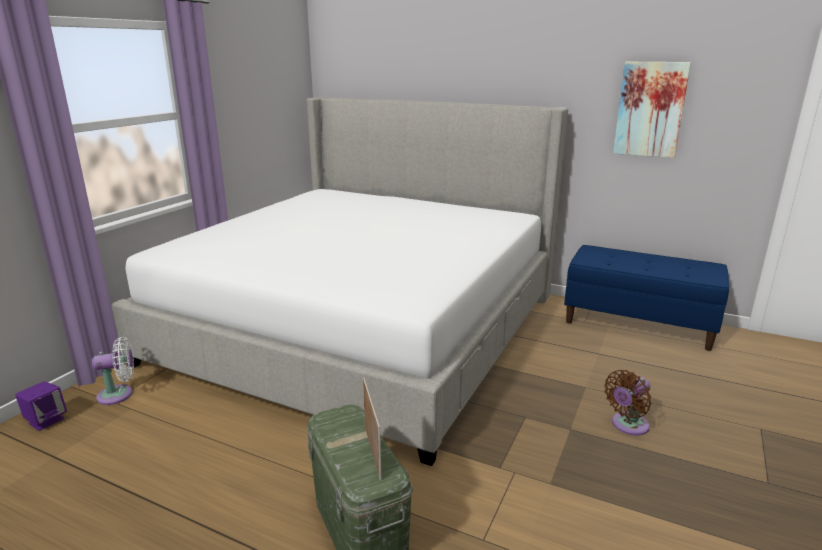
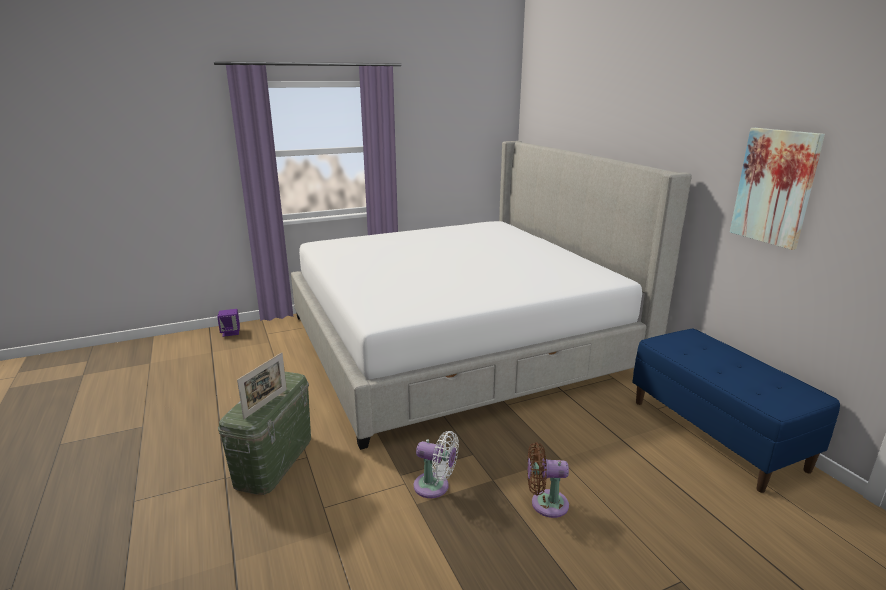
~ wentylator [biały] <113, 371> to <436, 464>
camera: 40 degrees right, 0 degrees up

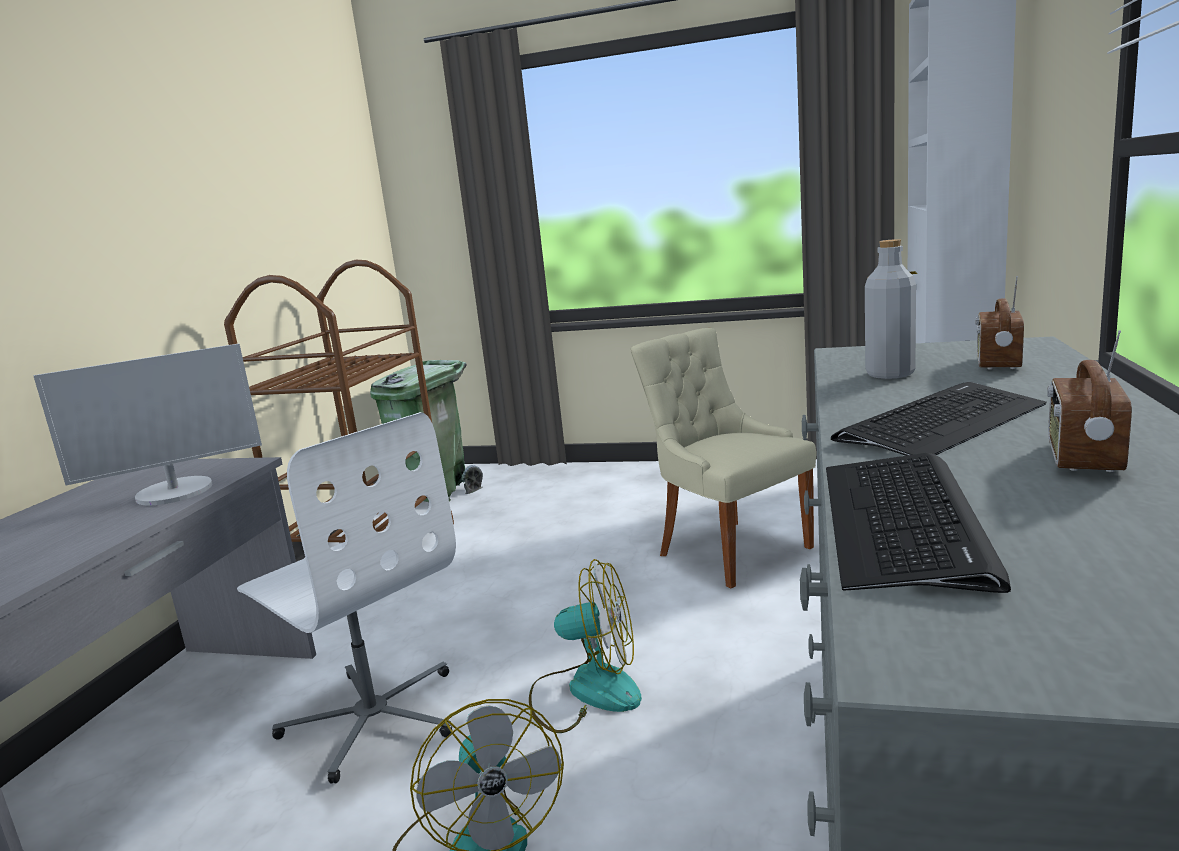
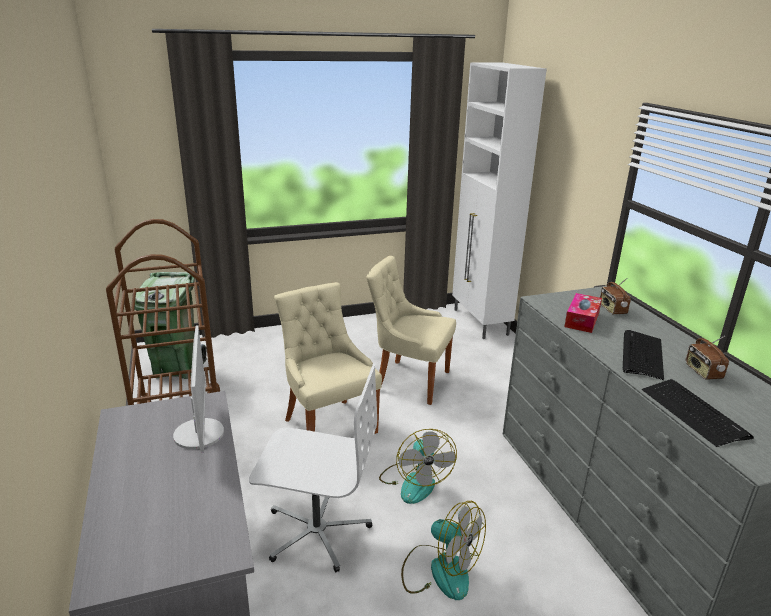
~ monitor <148, 424> = <198, 389> 45 degrees counterclockwise
~ wentylator <585, 646> = <418, 466> 105 degrees clockwise
~ butelka [szary] <890, 309> to pudełko chusteczek <583, 313>
+ krzesło [beżowy] <328, 358>
camera: 35 degrees left, 10 degrees up

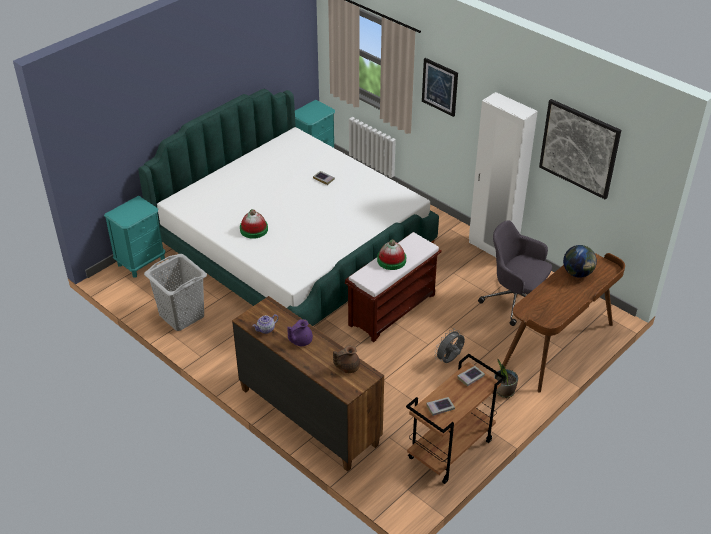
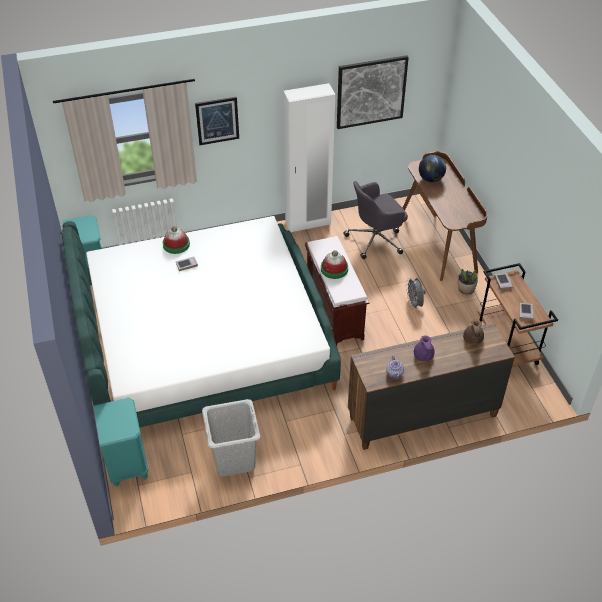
~ kapelusz <254, 224> to <176, 240>
camera: 60 degrees left, 5 degrees up

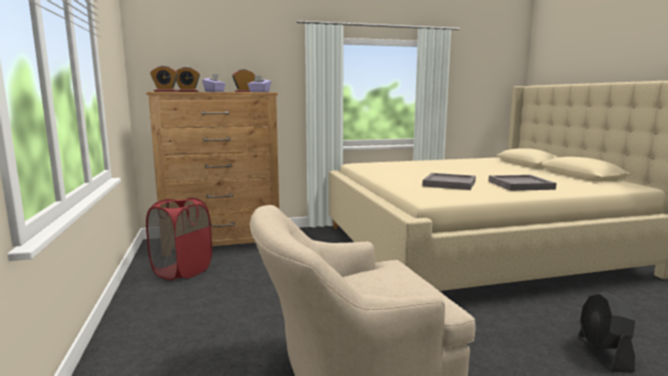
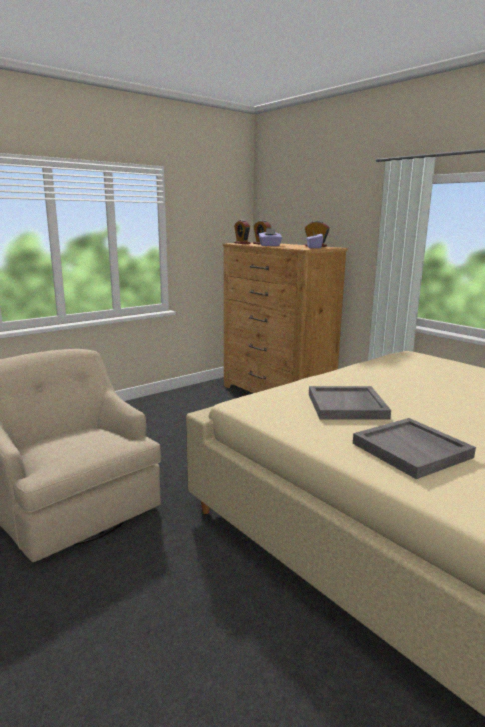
- kosz na pranie [czerwony] <179, 239>
- wentylator [czarny] <606, 332>
camera: 65 degrees right, 5 degrees up

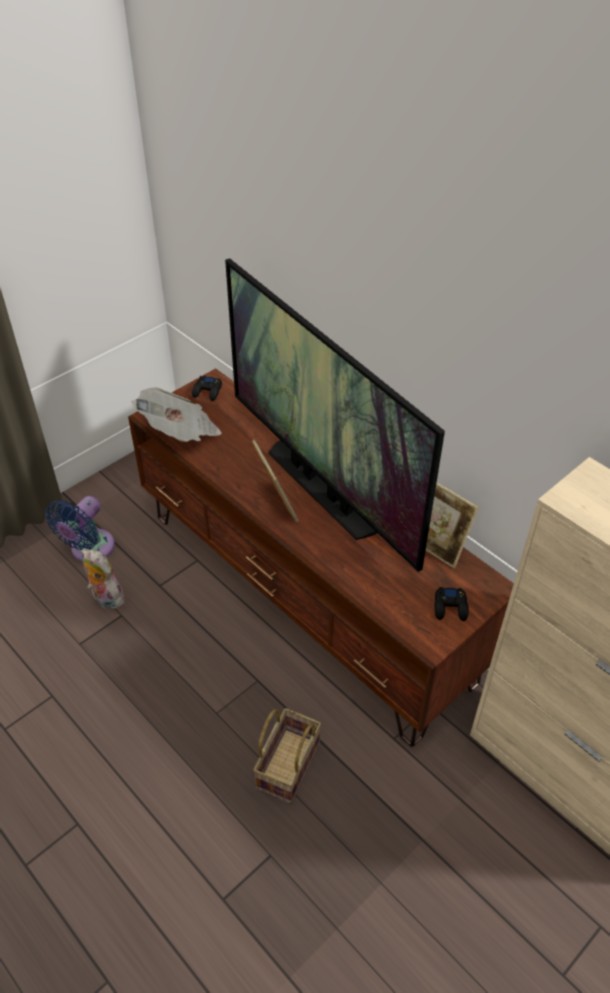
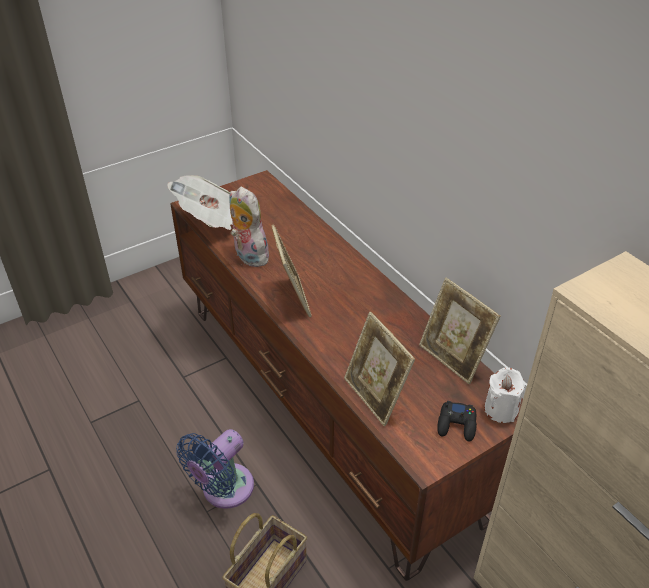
~ wentylator [niebieski] <80, 529> to <215, 469>
~ pluszak <103, 579> to <250, 227>
- pad do gier [czarny] <207, 388>
- telewizor <335, 415>
+ ramka na zdjęcie <379, 369>
+ świeca [biały] <504, 395>
camera: 10 degrees right, 5 degrees down

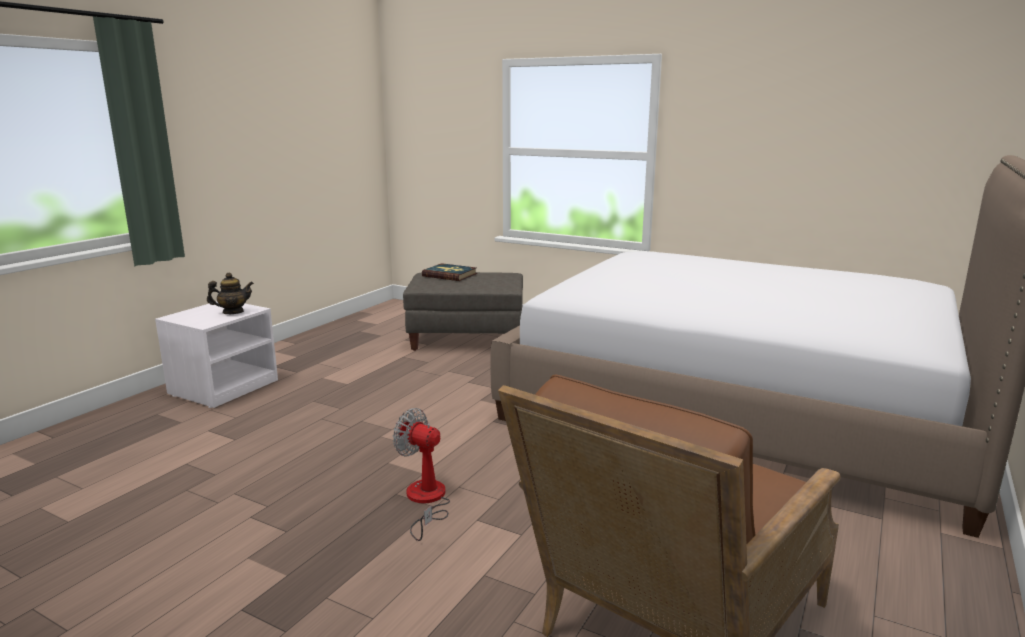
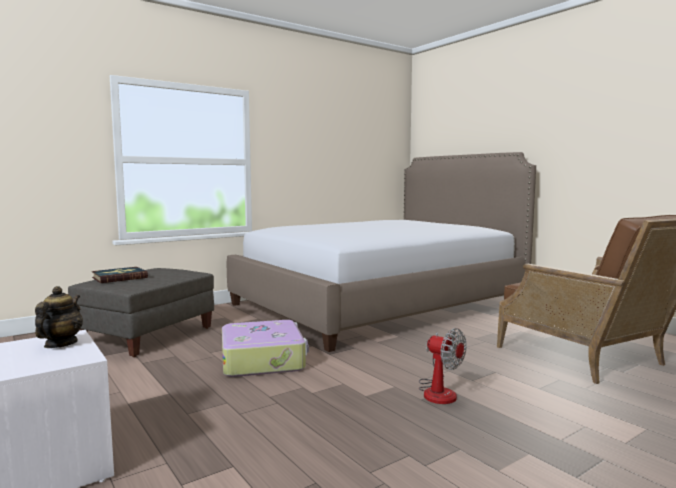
~ wentylator <421, 474> = <443, 366> 105 degrees counterclockwise
+ walizka <265, 348>
camera: 65 degrees left, 10 degrees down

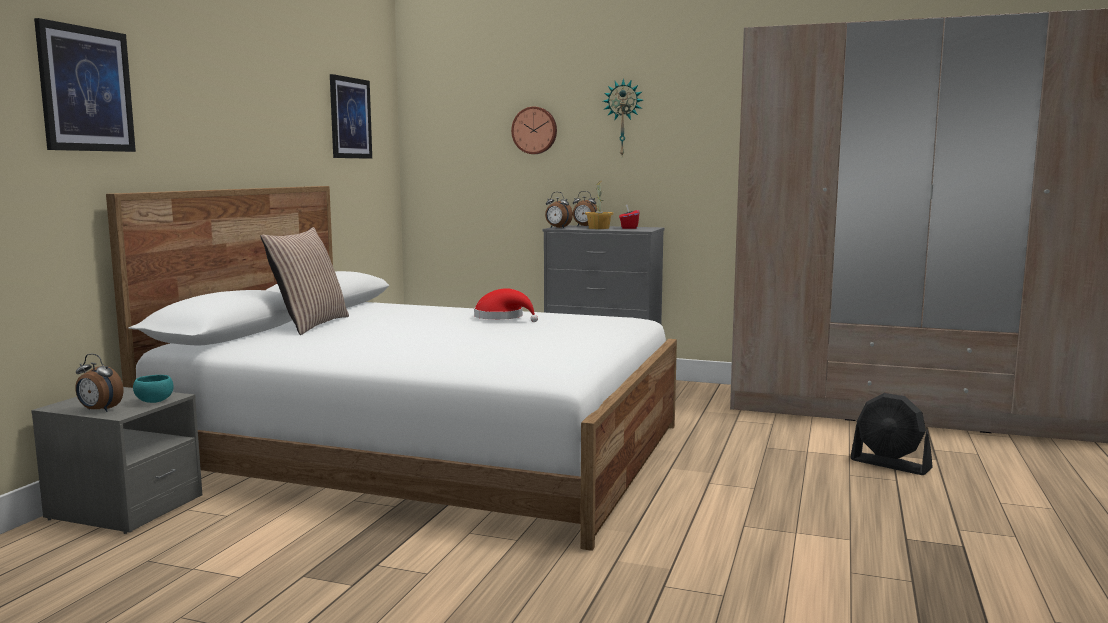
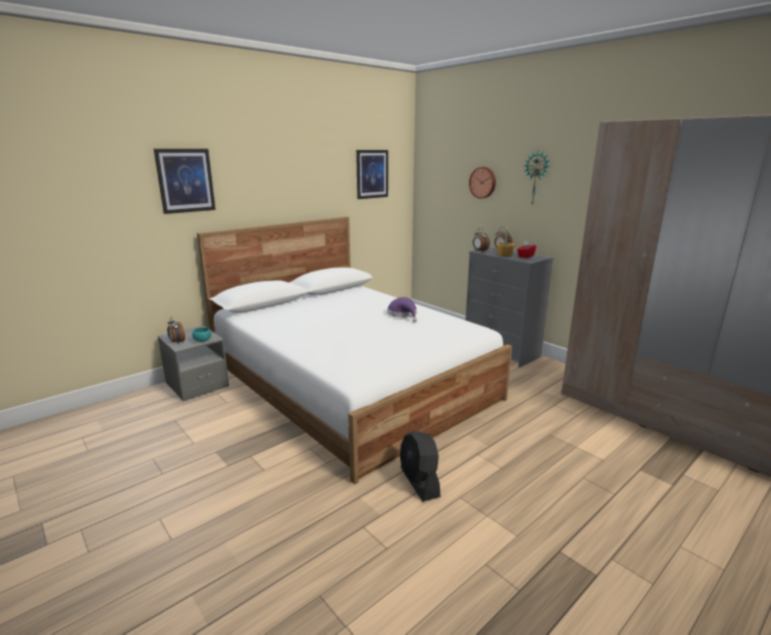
- poduszka <305, 281>
~ kapelusz [czerwony] <506, 305> to kapelusz [fioletowy] <402, 309>
~ wentylator [czarny] <891, 434> to <420, 466>
camera: 30 degrees right, 10 degrees up

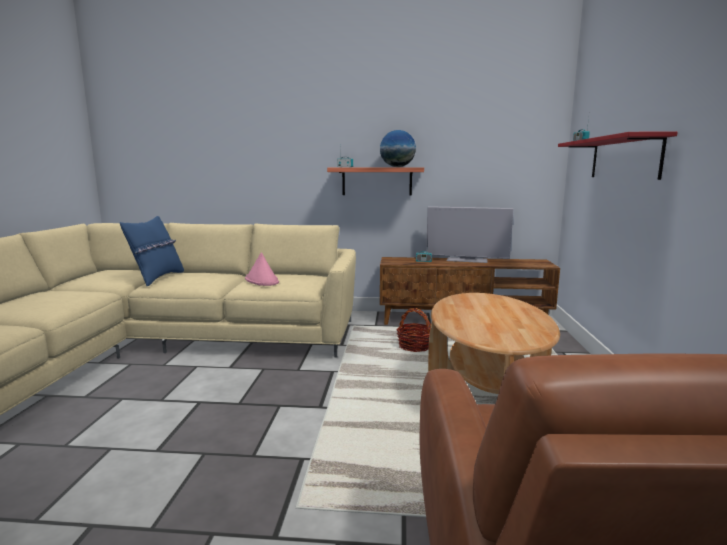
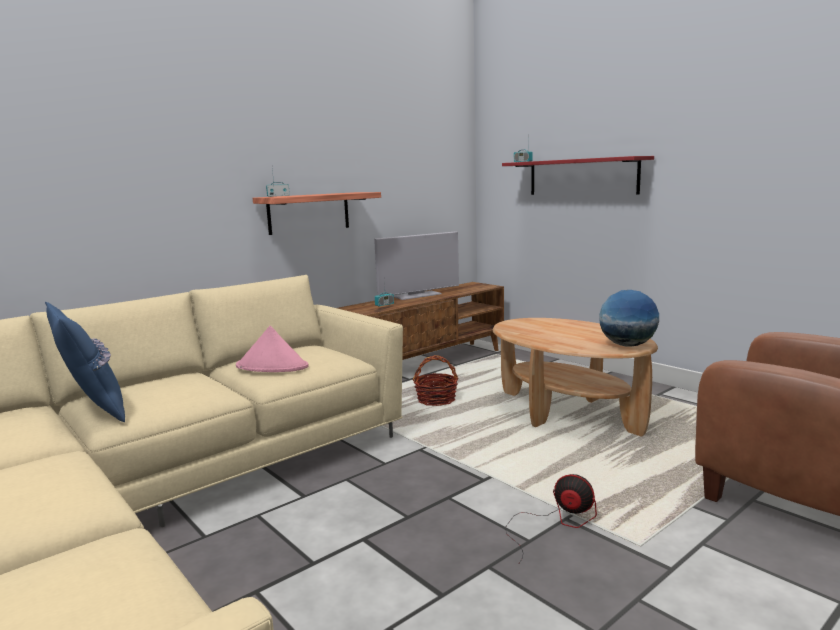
~ globus <398, 148> to <629, 318>
+ wentylator <551, 518>
camera: 45 degrees left, 0 degrees up

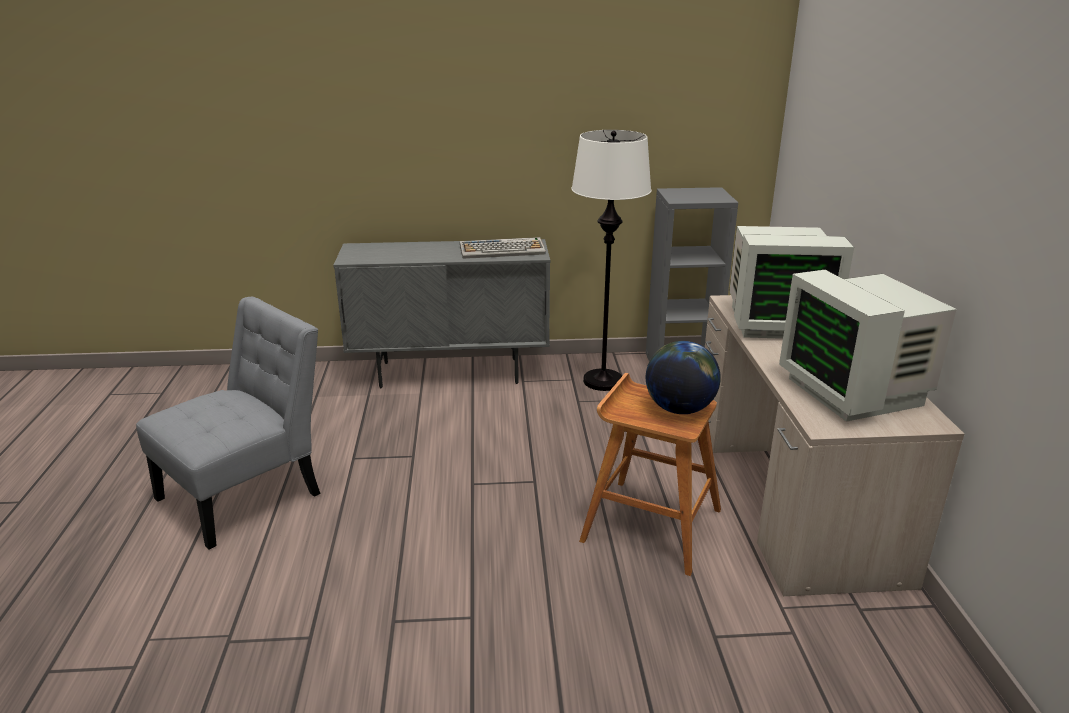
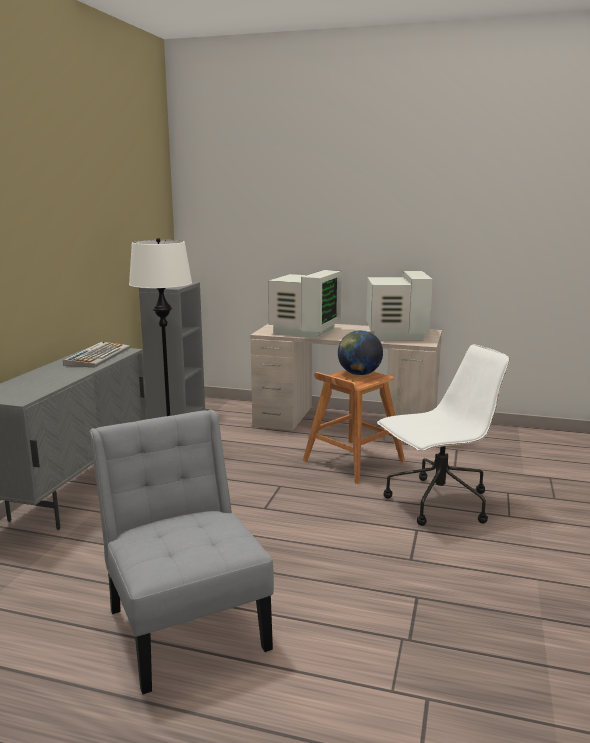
~ monitor <868, 346> = <399, 305> 90 degrees counterclockwise
+ krzesło biurowe [biały] <443, 435>
camera: 70 degrees left, 10 degrees down

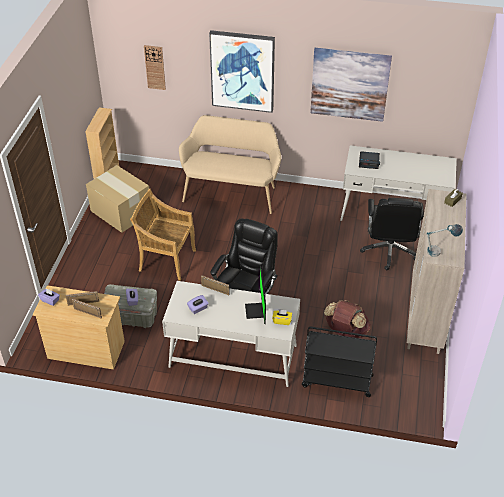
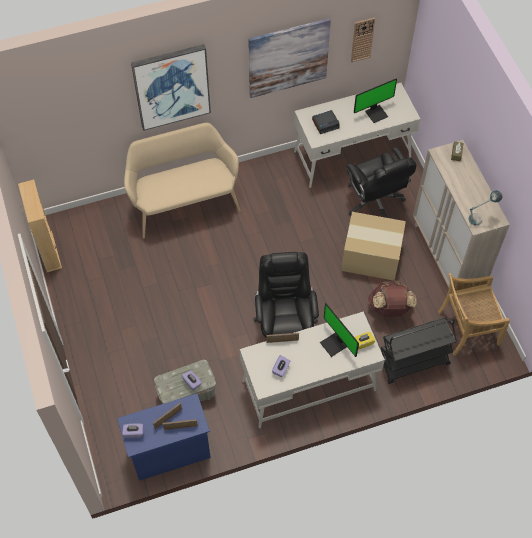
~ komoda [beżowy] <79, 327> to komoda [niebieski] <164, 437>
~ karton <117, 199> to <373, 246>
~ krzesło [beżowy] <163, 235> to <474, 314>
~ zegar ścienny <155, 67> to <363, 39>
+ monitor <375, 101>
camera: 30 degrees left, 15 degrees up

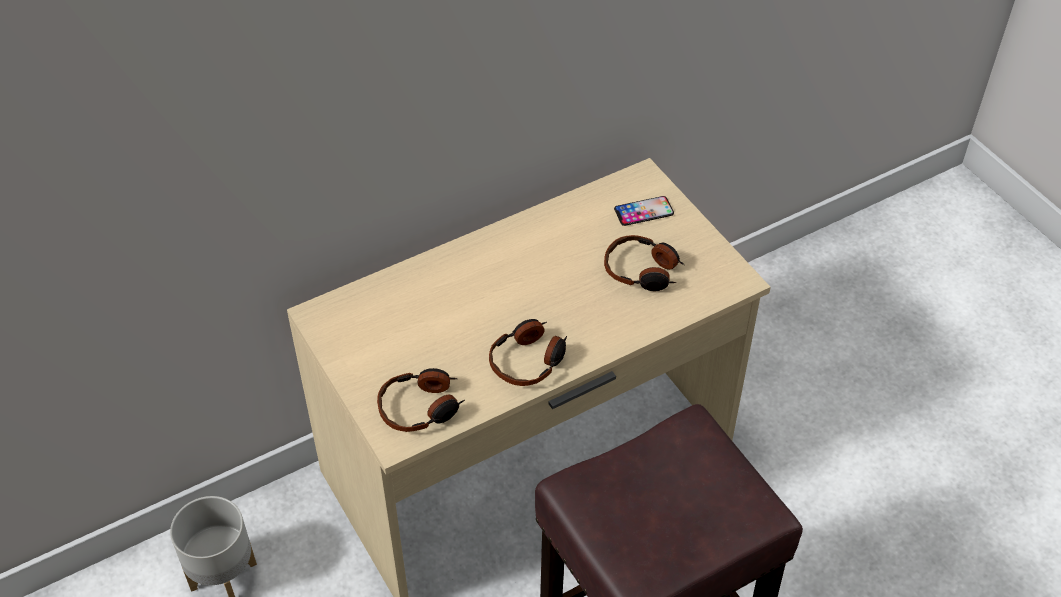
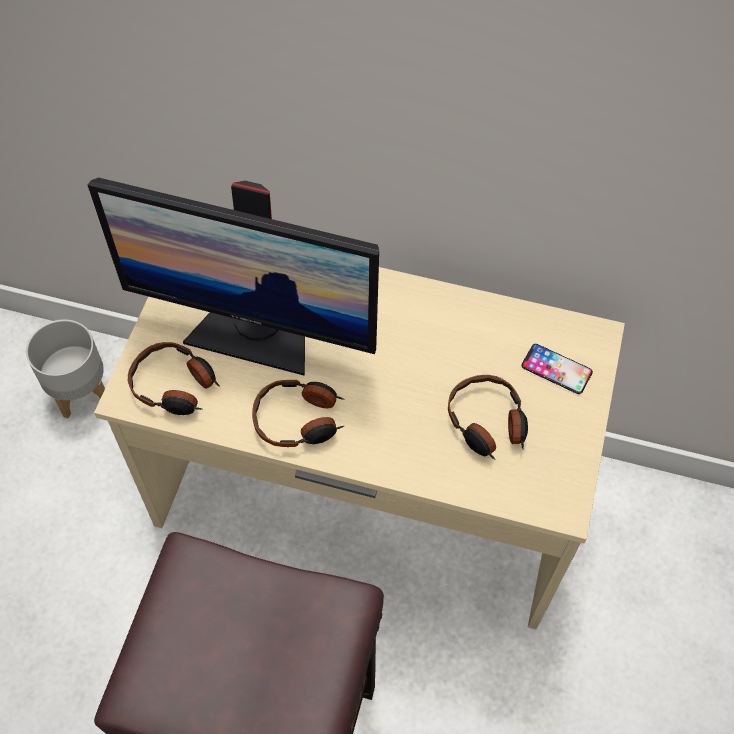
+ monitor <233, 277>
camera: 45 degrees right, 10 degrees up

